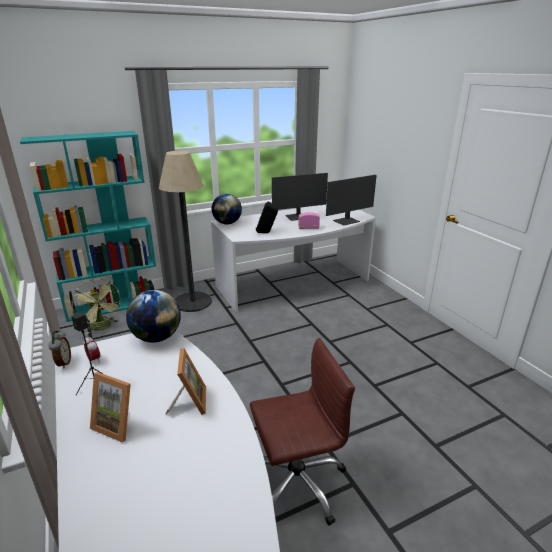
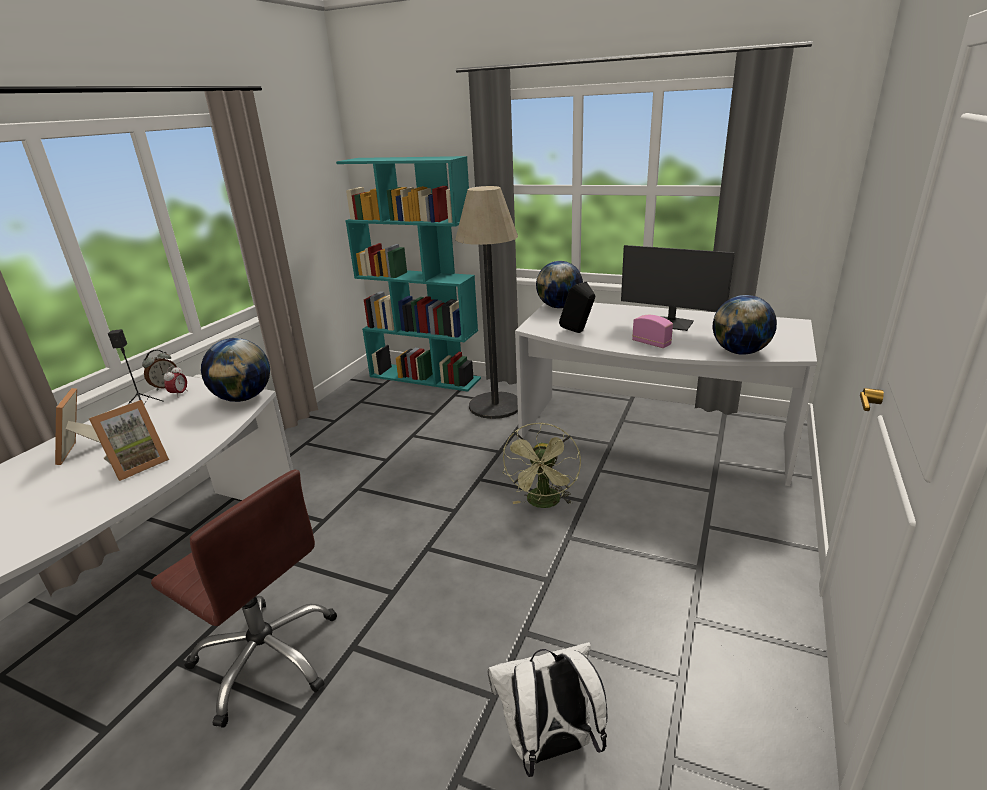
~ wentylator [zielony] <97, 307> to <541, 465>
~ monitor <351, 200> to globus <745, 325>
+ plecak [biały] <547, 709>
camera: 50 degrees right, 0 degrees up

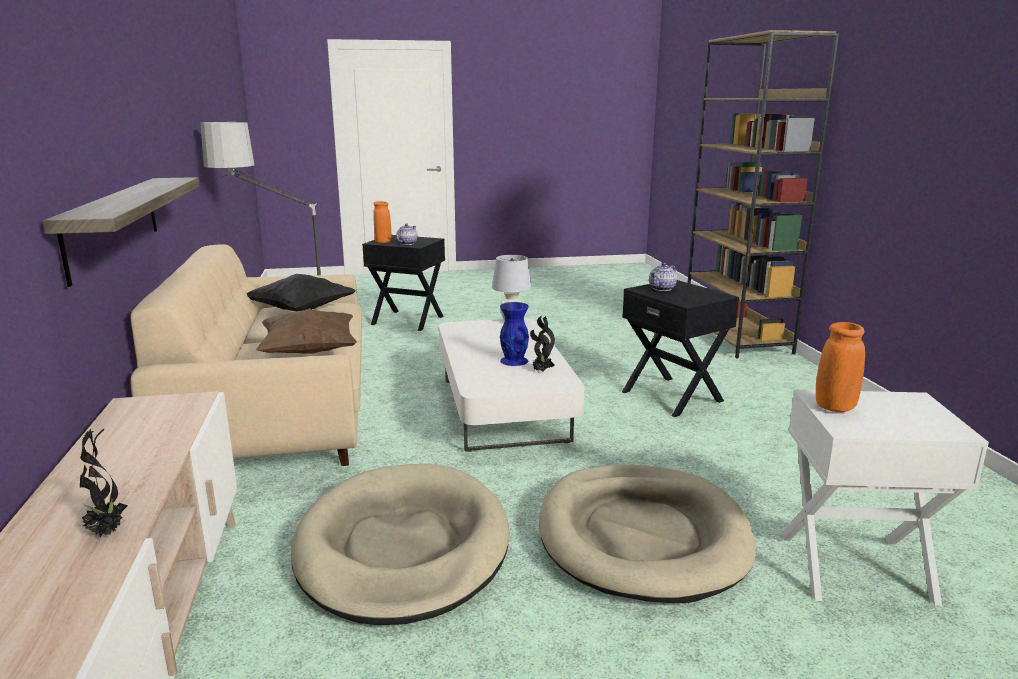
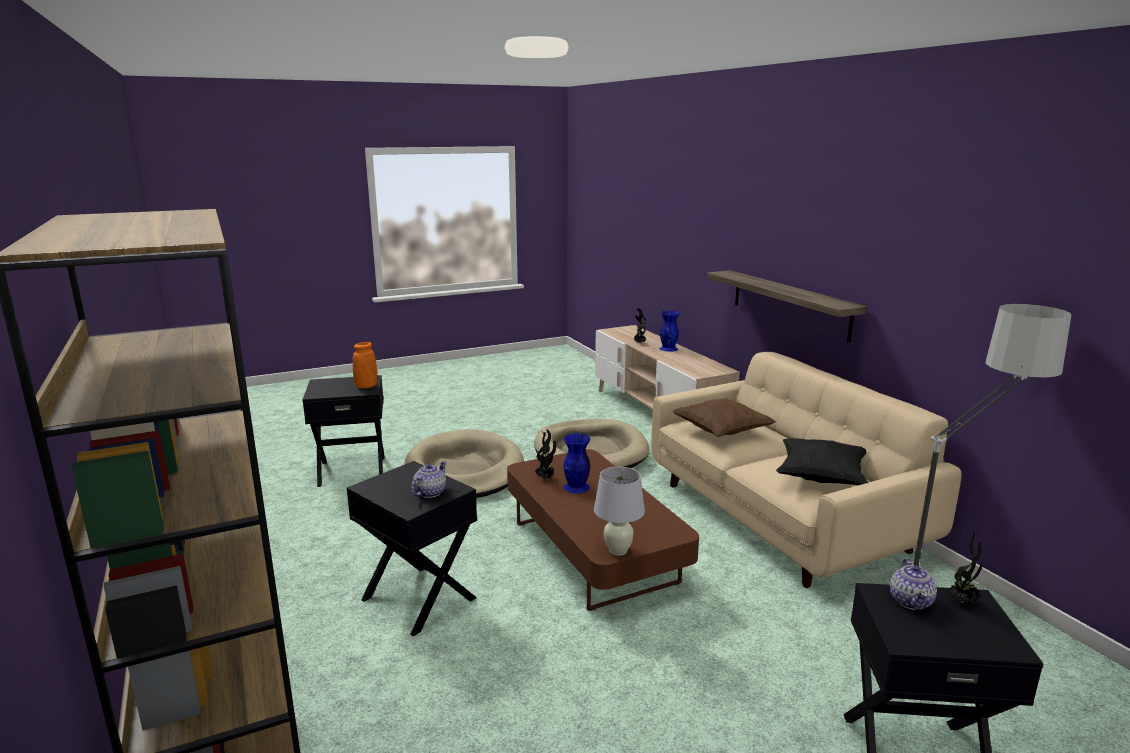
~ wazon [pomarańczowy] <382, 222> to roślina doniczkowa <965, 567>
~ ława [biały] <512, 385> to ława [brązowy] <603, 530>
~ stolik [biały] <885, 498> to stolik [czarny] <343, 431>
+ wazon [niebieski] <669, 331>
camera: 165 degrees right, 0 degrees up

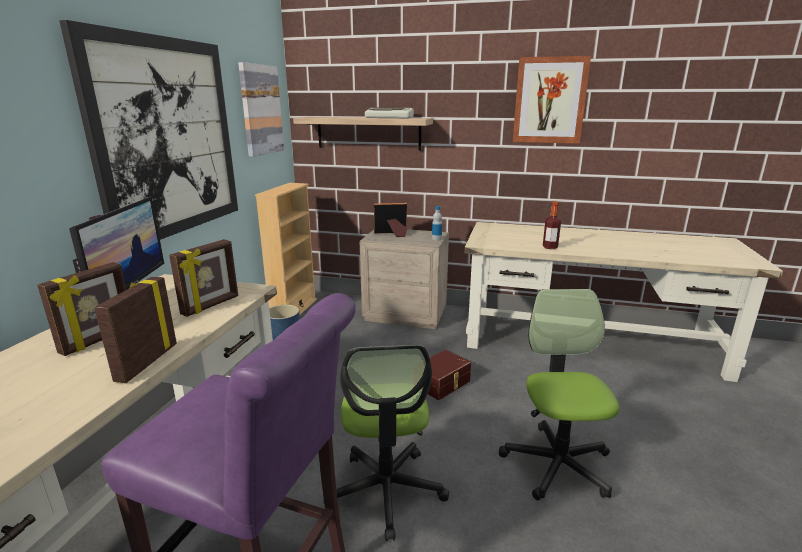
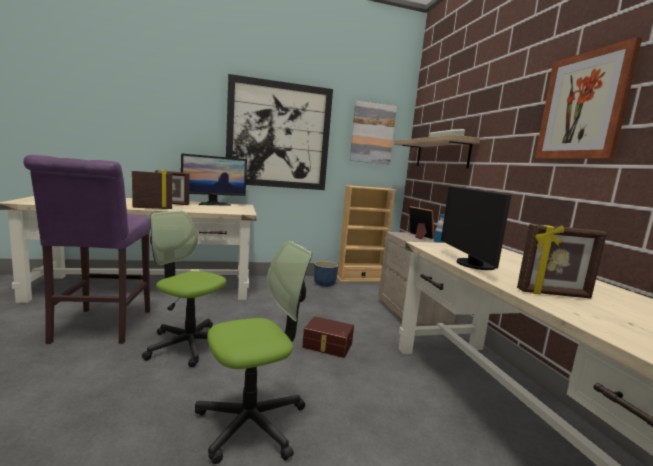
~ ramka na zdjęcie <203, 278> to <562, 261>
~ krzesło biurowe <392, 443> = <184, 289> 60 degrees clockwise
~ butelka <552, 225> to monitor <476, 228>
camera: 60 degrees right, 10 degrees down

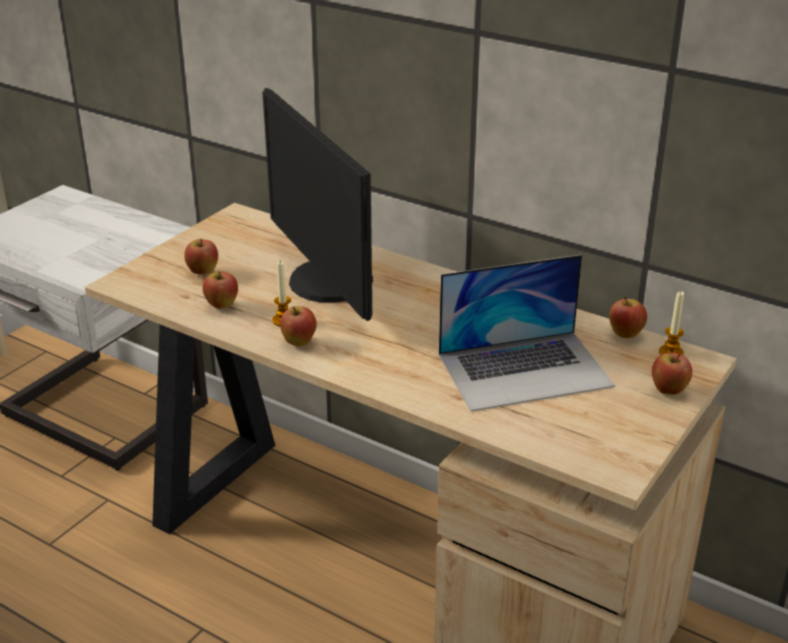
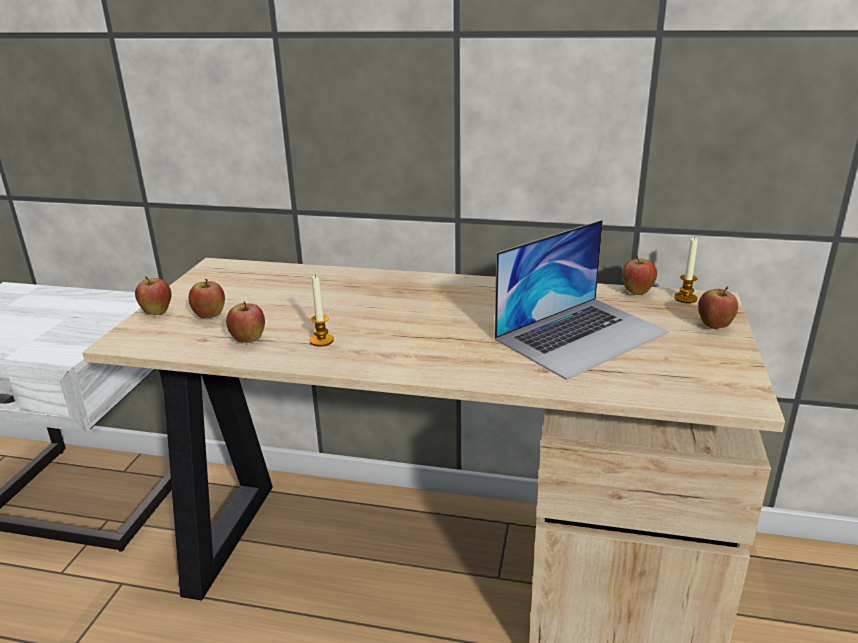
- monitor <317, 204>
~ jabłko <298, 326> to <153, 295>
camera: 20 degrees left, 5 degrees down

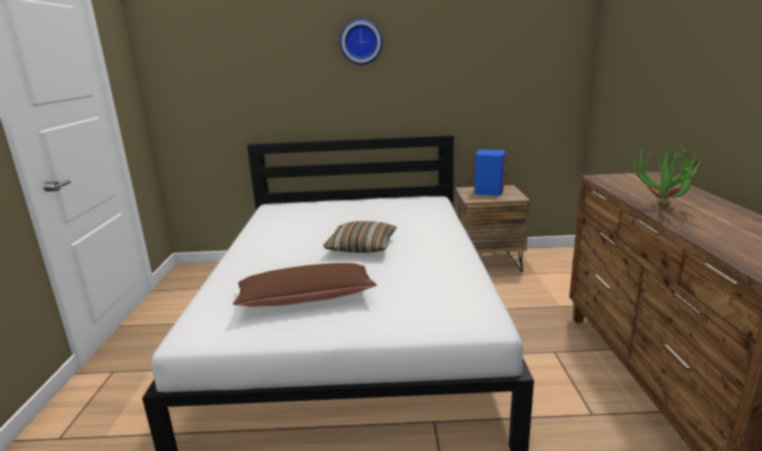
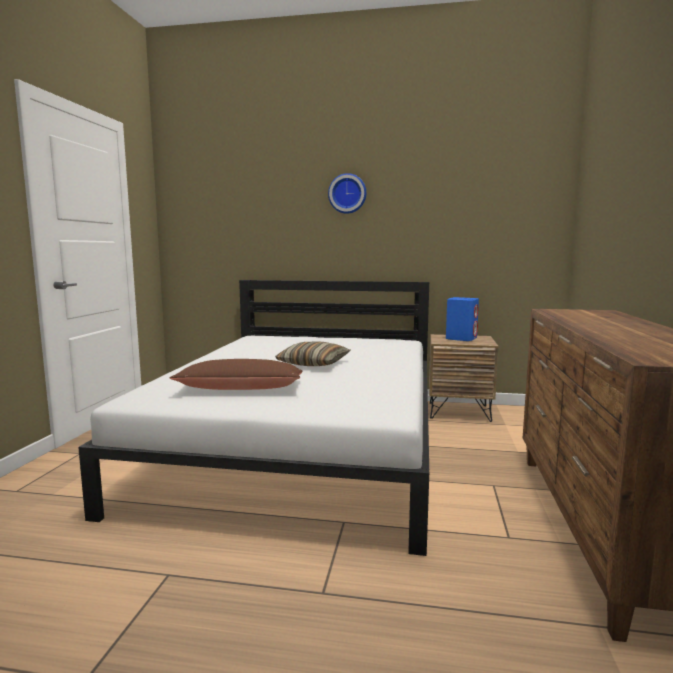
- roślina doniczkowa <666, 174>
camera: 10 degrees right, 10 degrees down

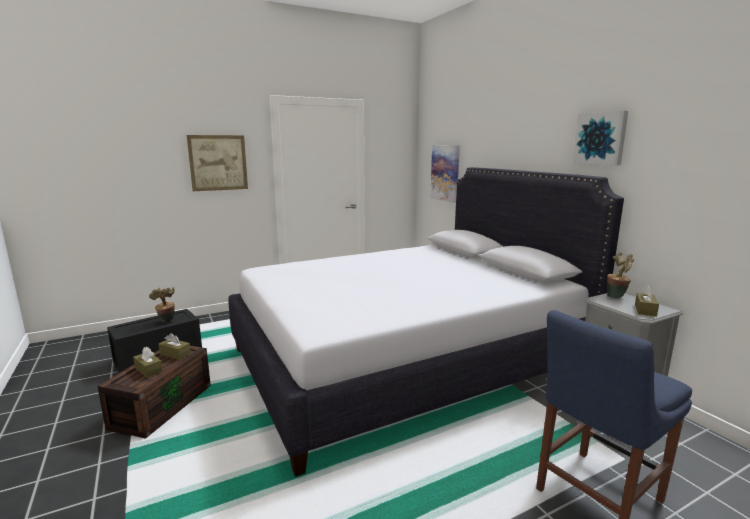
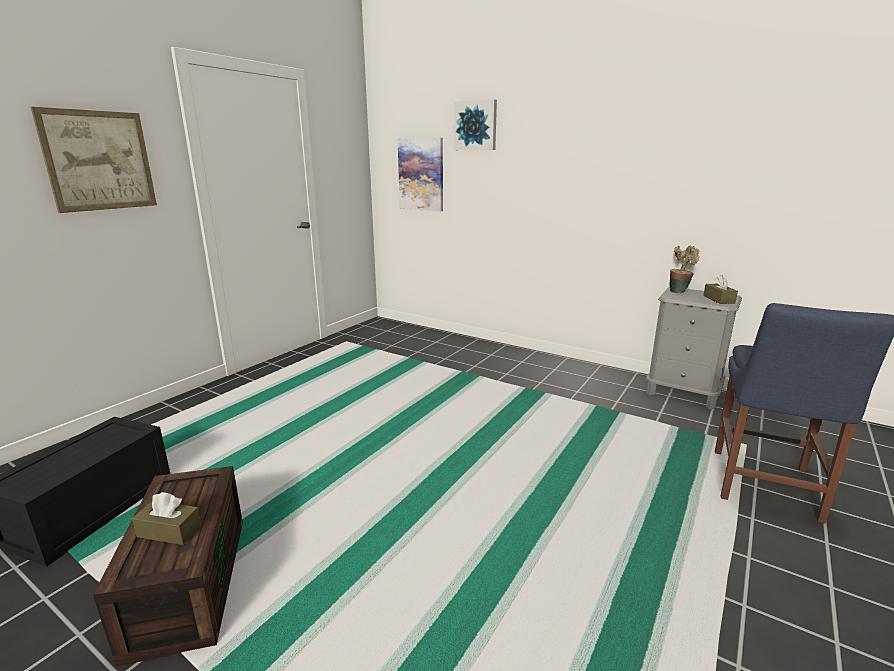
- roślina doniczkowa <162, 304>
- pudełko chusteczek [brązowy] <175, 346>
- łóżko [biały] <426, 322>
~ obraz <600, 137> to <475, 124>
camera: 30 degrees left, 5 degrees up

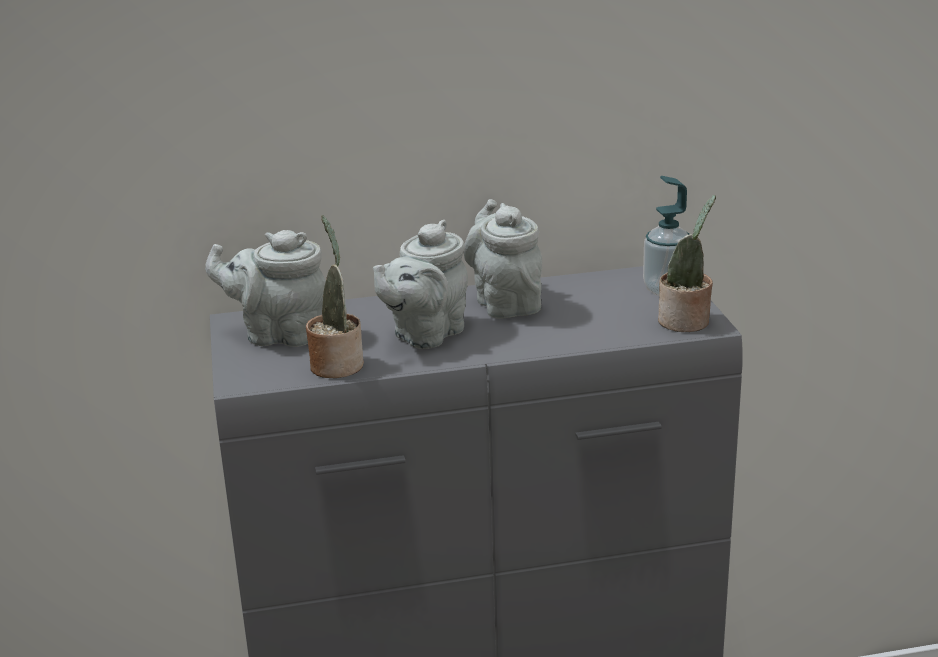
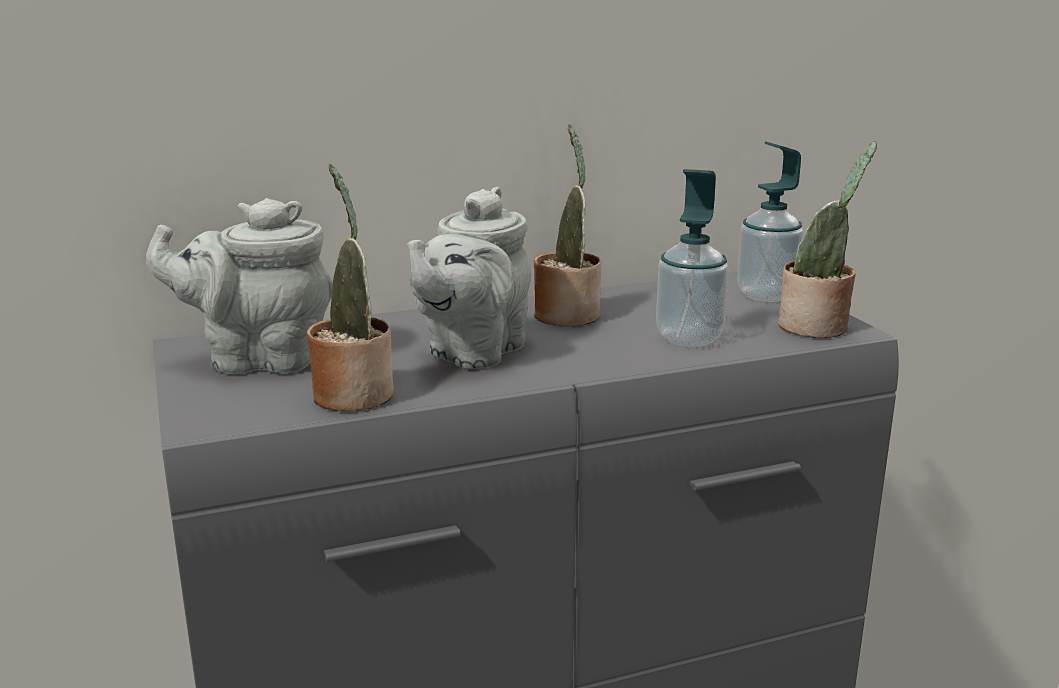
~ imbryk [szary] <502, 258> to roślina doniczkowa <567, 225>
+ dozownik mydła <692, 258>
camera: 10 degrees left, 5 degrees down

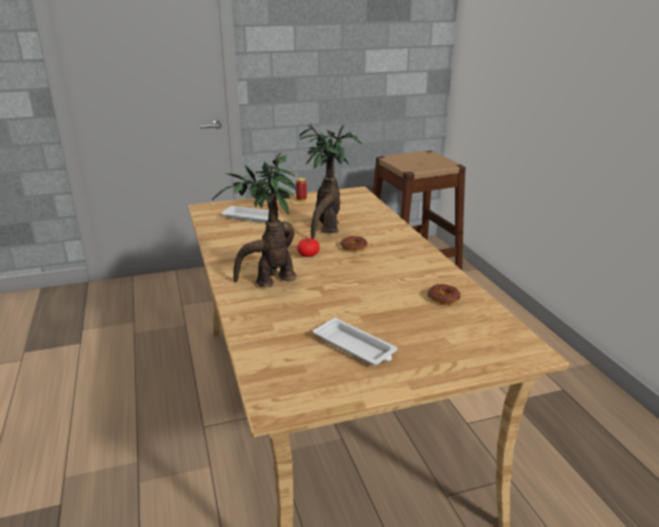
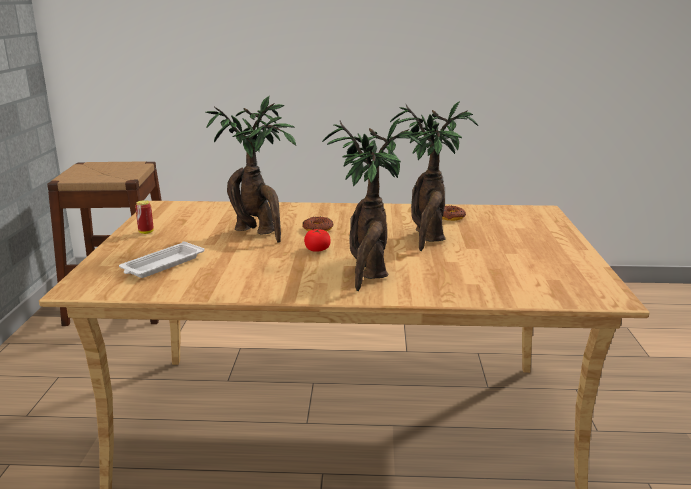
- taca [biały] <355, 341>
+ roślina doniczkowa <434, 176>
camera: 70 degrees left, 5 degrees down

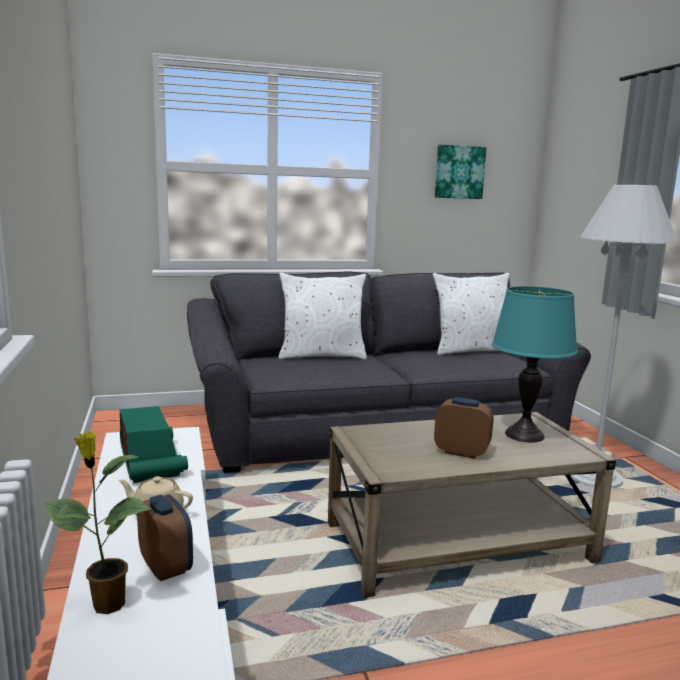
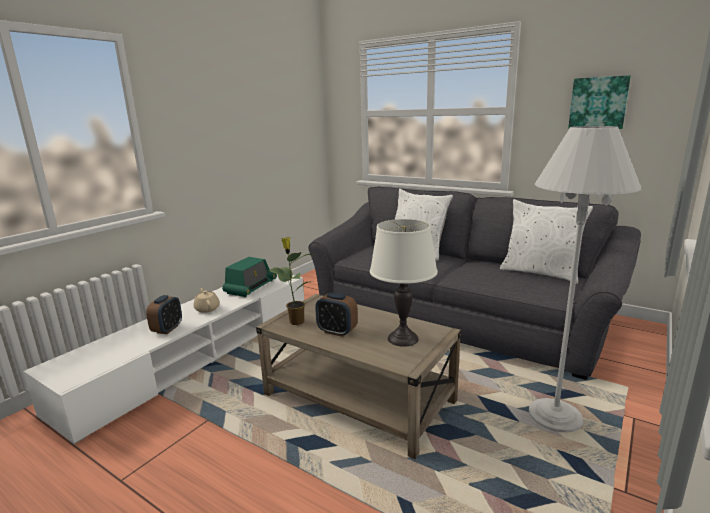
~ roślina doniczkowa <97, 522> to <291, 281>
~ budzik <464, 428> = <336, 314> 135 degrees clockwise
~ lampa stołowa [turkusowy] <535, 364> to lampa stołowa [biały] <404, 283>
camera: 50 degrees right, 5 degrees up

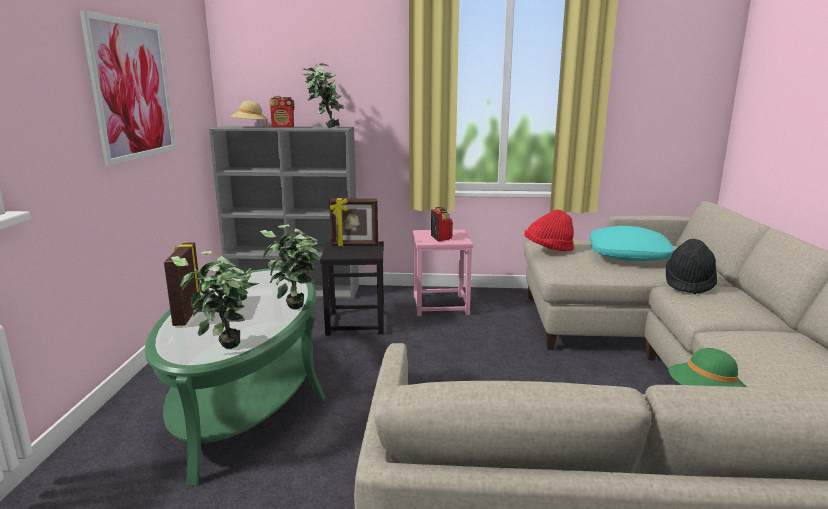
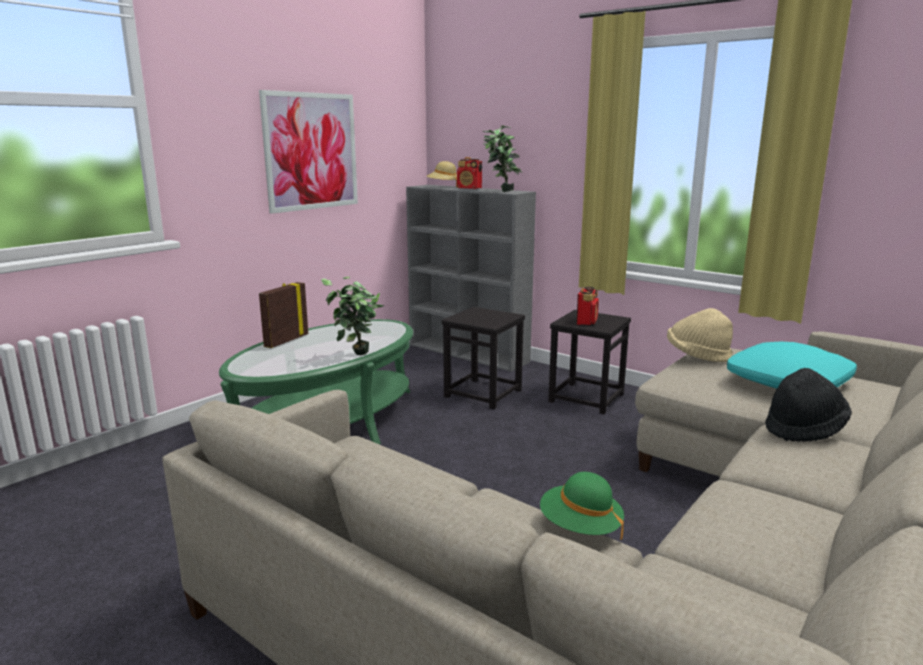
- roślina doniczkowa <215, 300>
- ramka na zdjęcie <353, 222>
~ stołek [różowy] <443, 272> to stołek [czarny] <589, 362>
~ kapelusz [czerwony] <549, 230> to kapelusz [beżowy] <700, 335>
camera: 35 degrees right, 0 degrees up

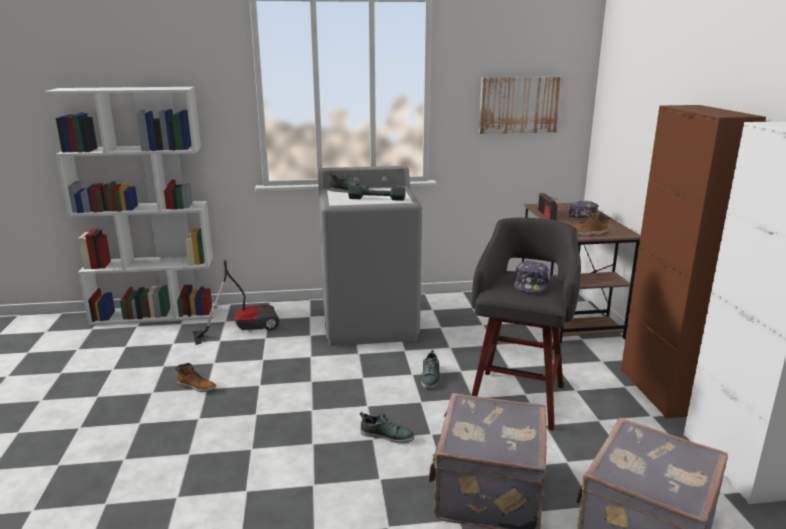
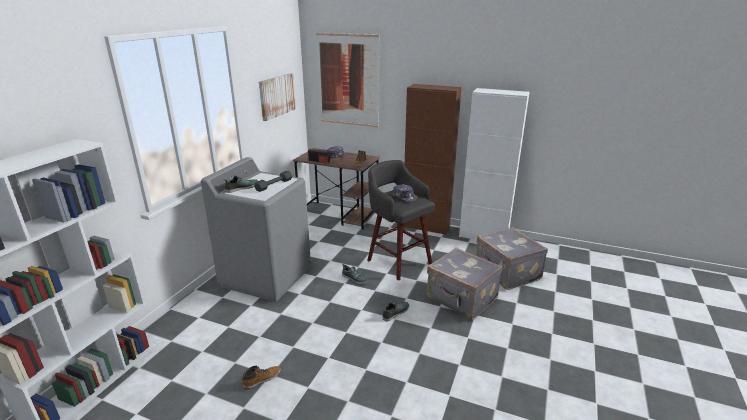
- odkurzacz <235, 302>
+ obraz <347, 80>
camera: 60 degrees left, 5 degrees up

